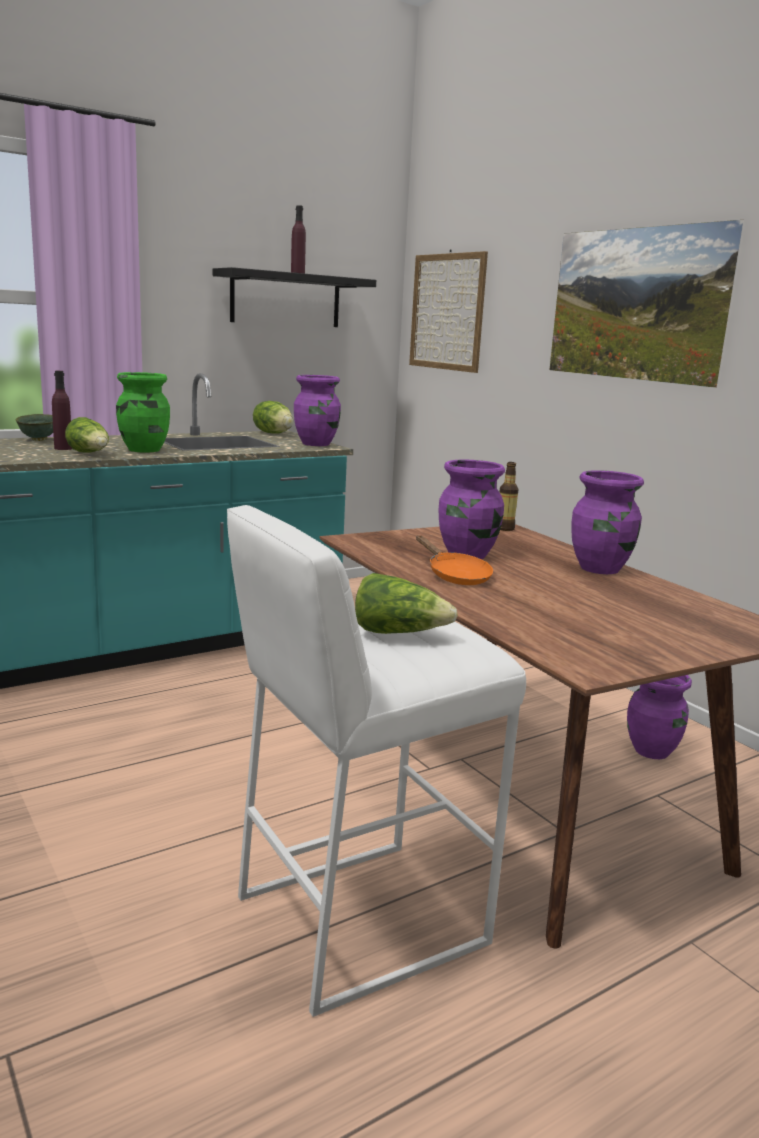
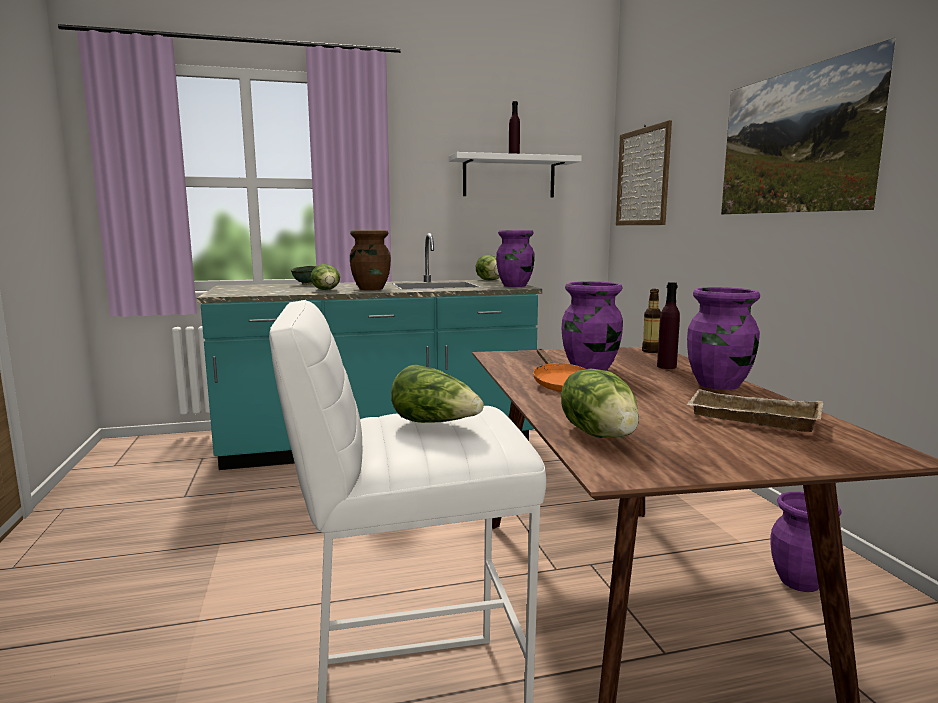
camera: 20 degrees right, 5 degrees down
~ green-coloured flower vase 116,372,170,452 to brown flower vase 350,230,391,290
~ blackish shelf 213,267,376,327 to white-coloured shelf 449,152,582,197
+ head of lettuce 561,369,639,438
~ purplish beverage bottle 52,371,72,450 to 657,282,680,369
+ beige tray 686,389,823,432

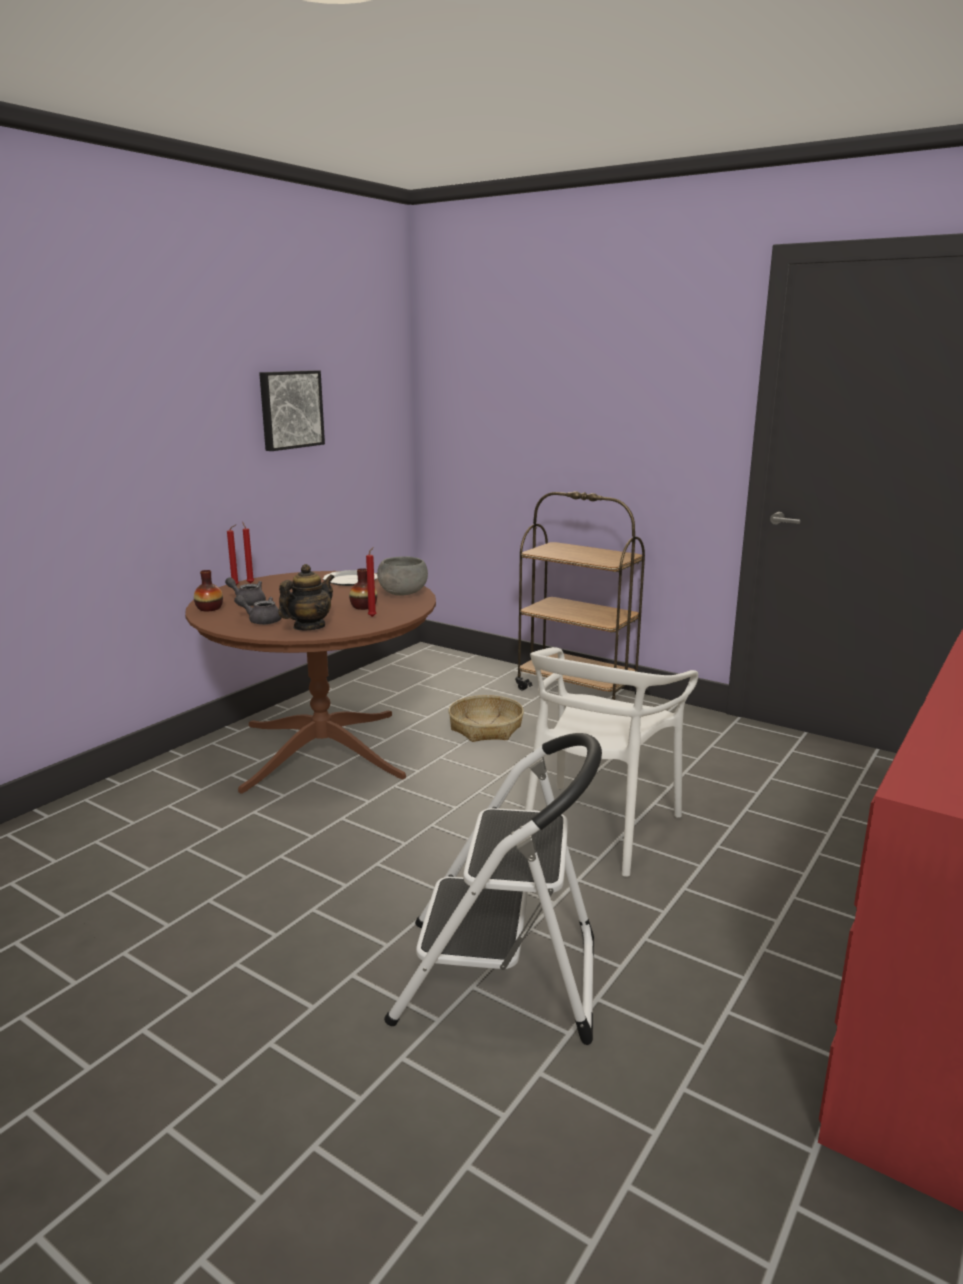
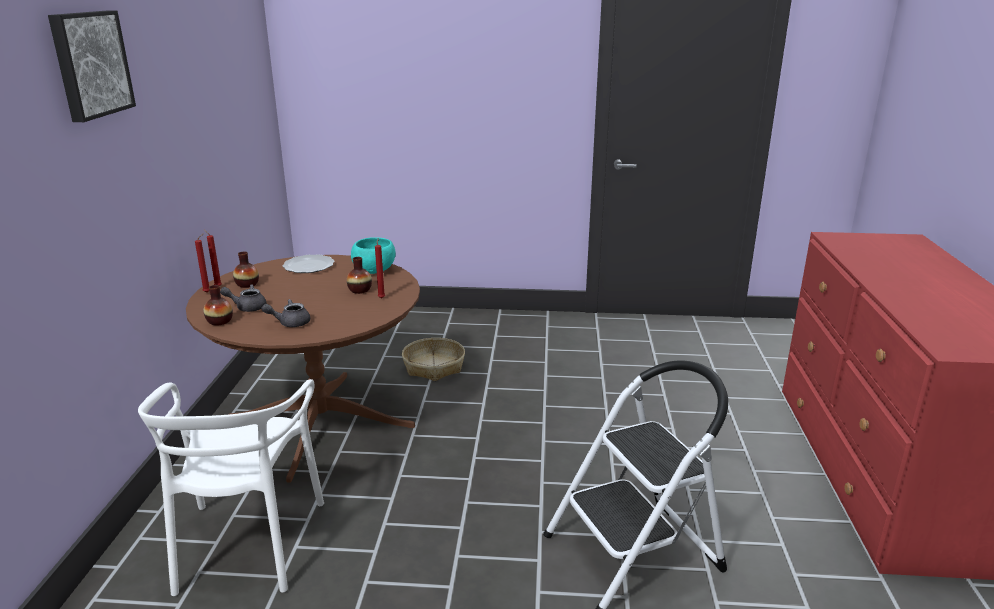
camera: 30 degrees left, 5 degrees up
~ picture 259,370,325,451 to 48,11,136,122
~ white-coloured chair 525,647,698,877 to 138,379,324,596
+ flower vase 233,251,259,288
~ grey serving bowl 377,556,428,596 to turquoise serving bowl 351,237,396,274
- pot for tea 278,564,335,631
- brown wheeled cart 515,491,651,700

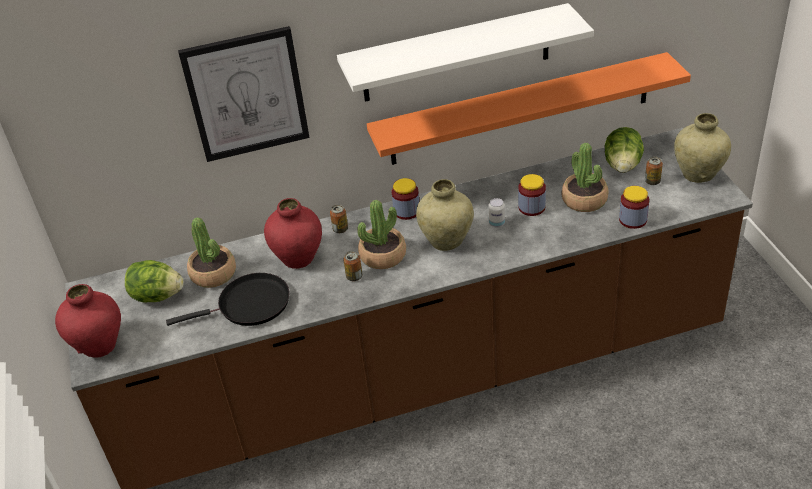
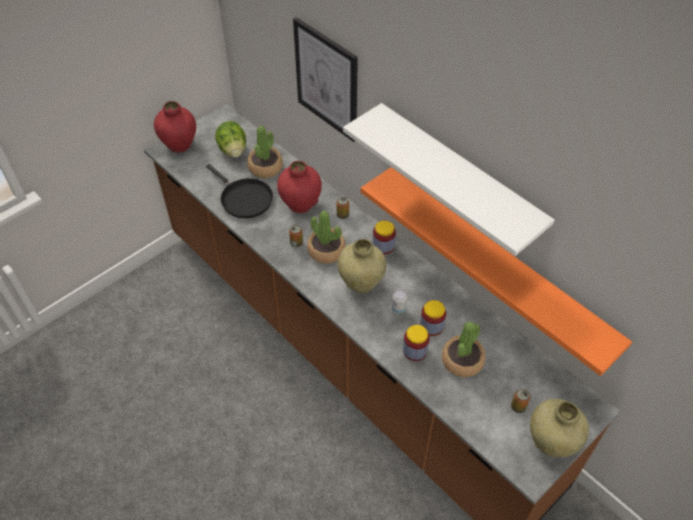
camera: 60 degrees right, 10 degrees up
~ storage jar 619,186,649,229 to 403,325,430,361
- head of lettuce 605,127,644,173

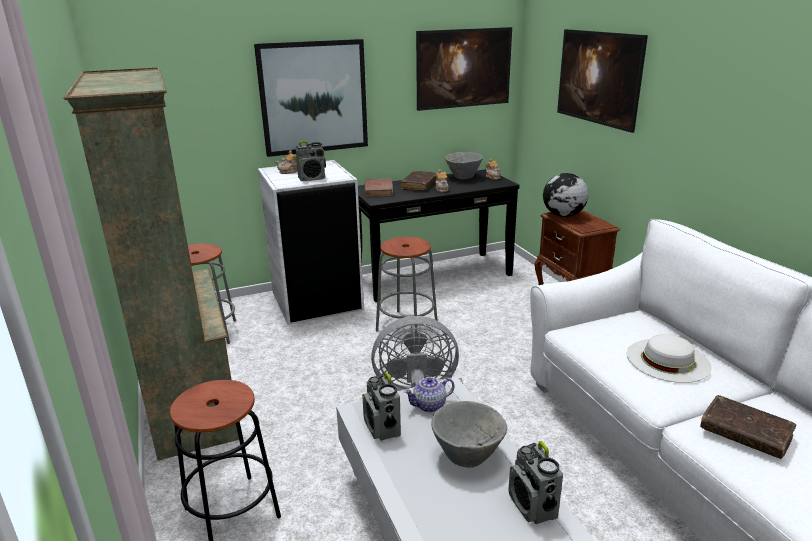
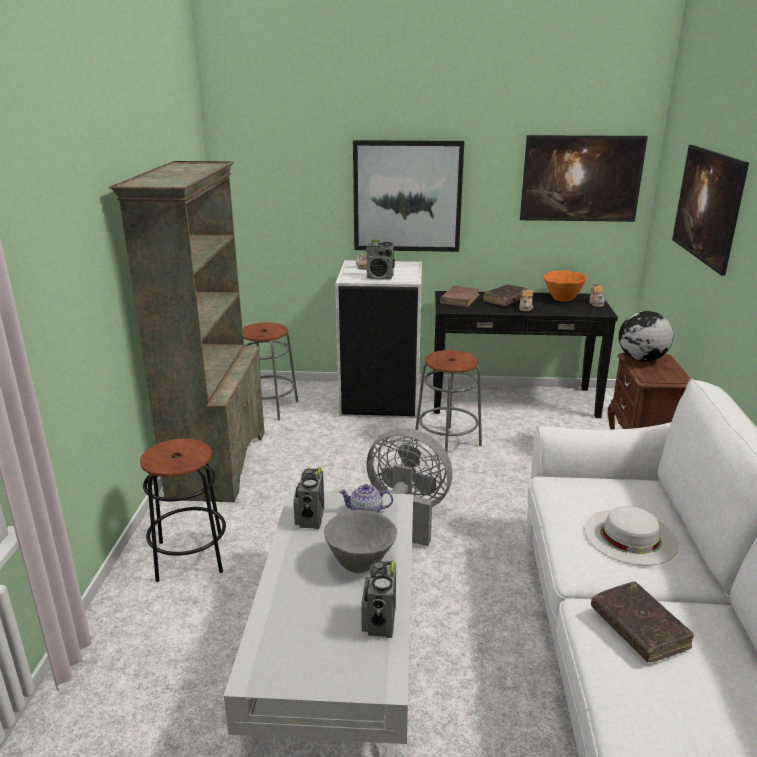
camera: 25 degrees right, 0 degrees up
~ grey serving bowl 445,152,483,180 to orange-coloured serving bowl 543,270,587,302

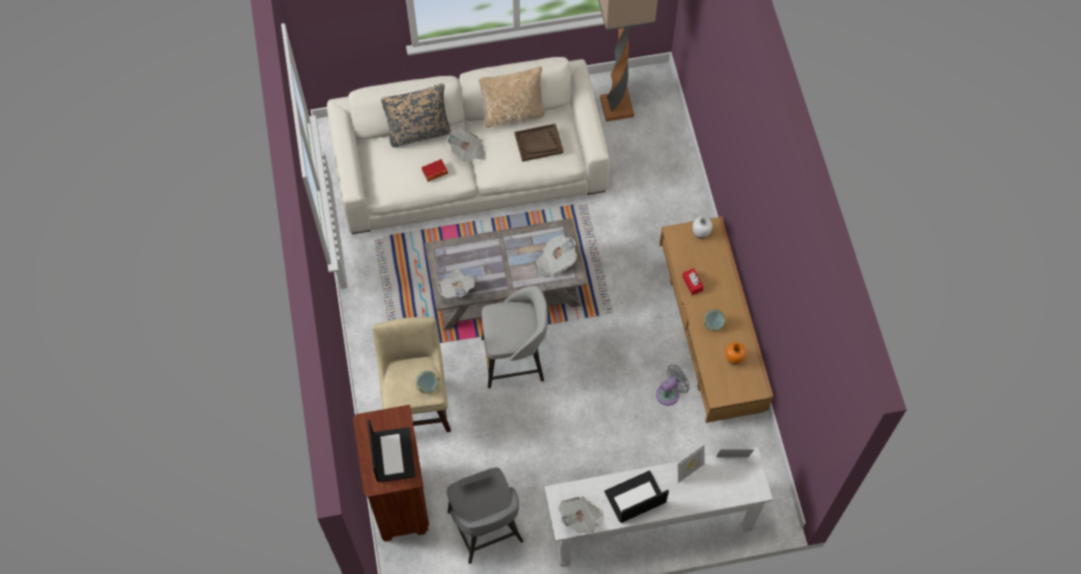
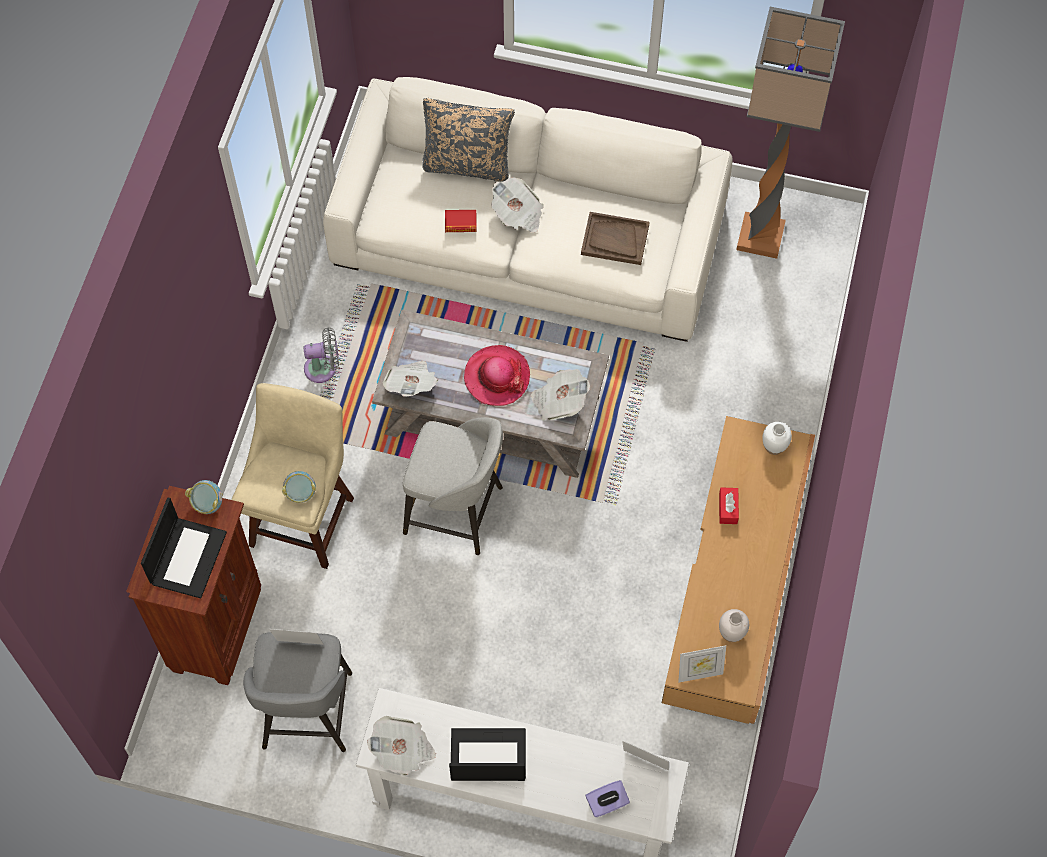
camera: 25 degrees right, 0 degrees up
~ serving bowl 704,310,726,331 to 185,480,223,514
~ grey electric fan 656,364,690,406 to 304,328,339,383
+ hat 464,345,530,406
+ purplish box of tissues 585,780,630,817
~ picture frame 678,445,704,483 to 678,645,726,683
~ orange-coloured flower vase 725,342,746,365 to white-coloured flower vase 719,609,749,642
- beige throw pillow 479,66,545,128

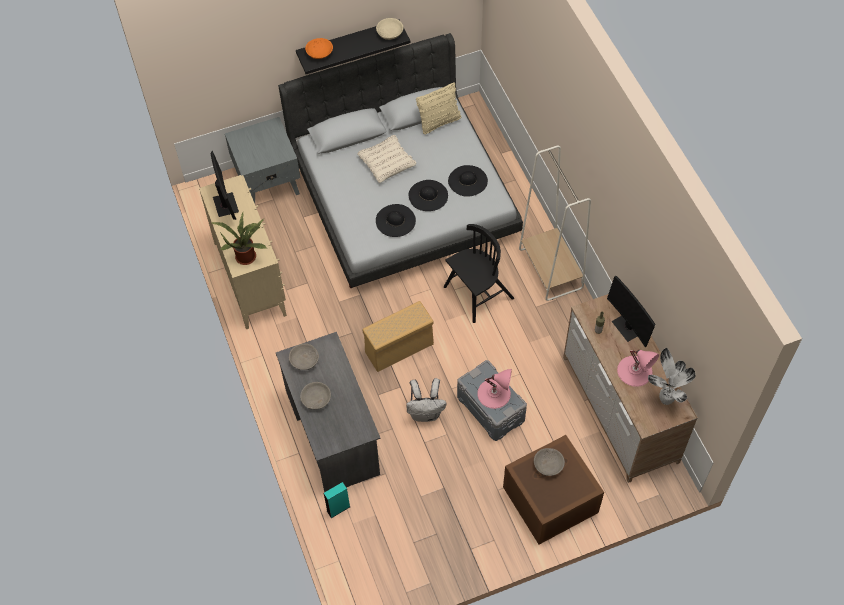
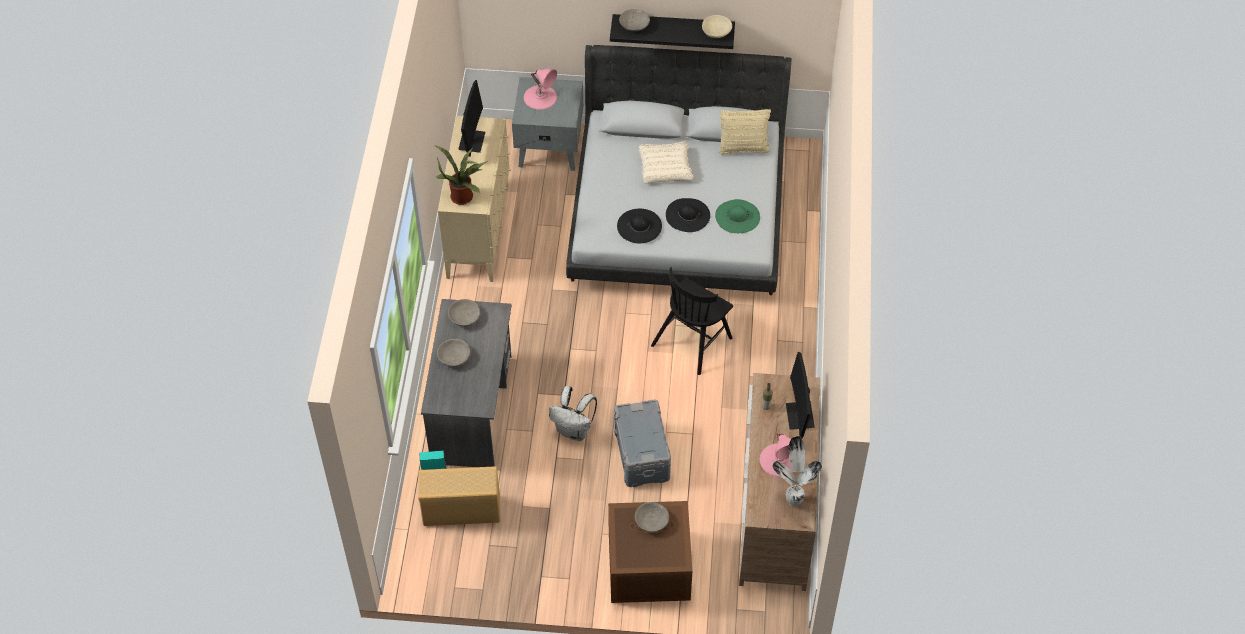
camera: 25 degrees right, 5 degrees down
~ beige storage container 362,301,434,372 to 418,466,500,526
~ pinkish table lamp 477,369,512,409 to 524,68,557,109
~ orange-coloured serving bowl 305,38,333,59 to grey serving bowl 619,9,650,31
~ blackish chair 444,224,514,323 = 651,267,733,375 135 degrees clockwise
~ blackish hat 448,165,488,197 to green-coloured hat 715,199,760,233
- clothes rack 519,145,591,301

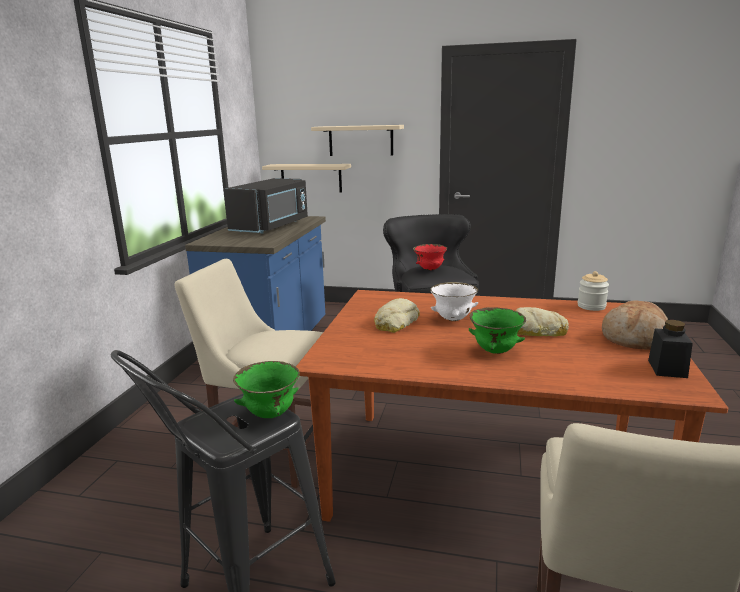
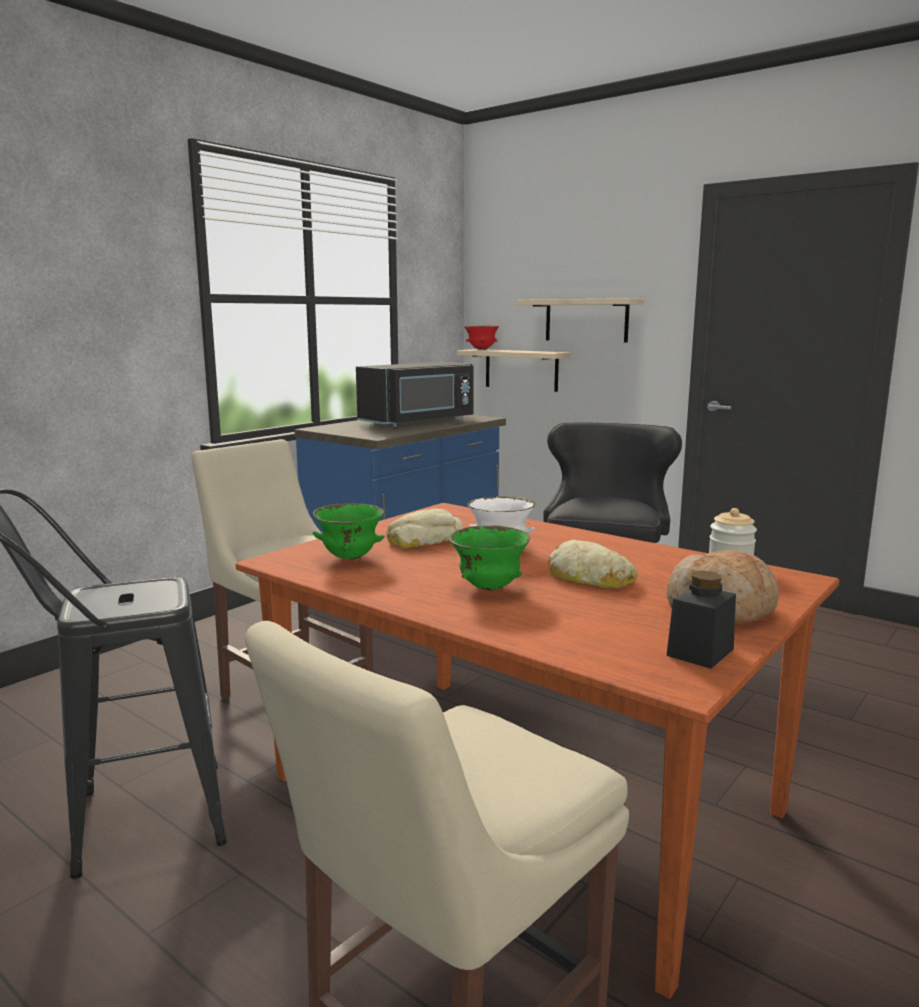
camera: 25 degrees right, 5 degrees down
~ green-coloured serving bowl 233,361,300,418 to 313,503,385,560
~ red-coloured serving bowl 413,244,447,271 to 464,326,499,350

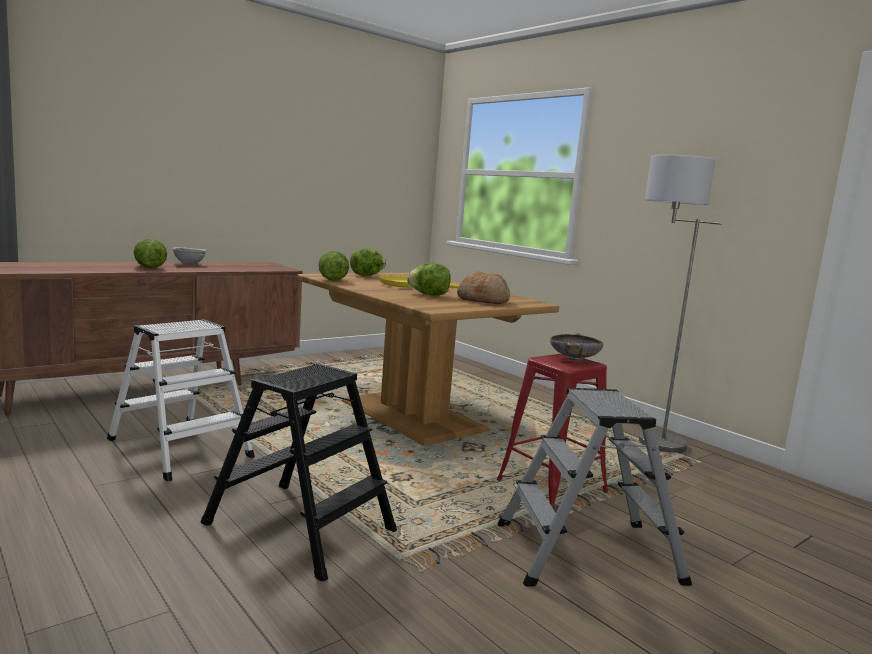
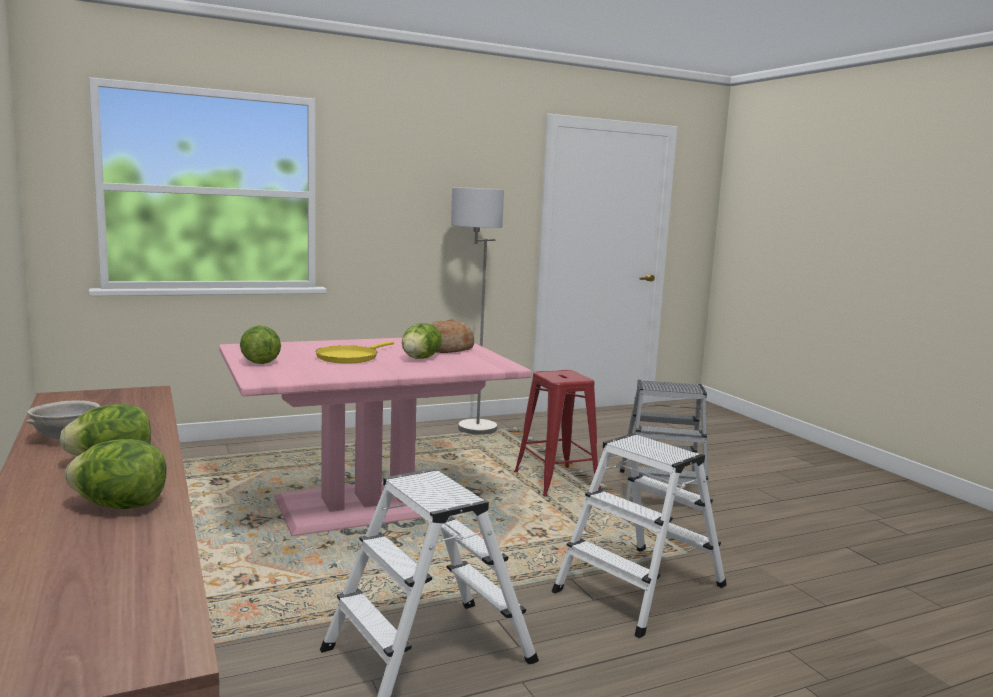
camera: 75 degrees left, 0 degrees up
~ head of lettuce 318,251,349,281 to 65,439,167,509
~ brown kitchen table 297,273,559,446 to pinkish kitchen table 219,338,532,536
~ blackish step stool 200,363,397,582 to white-coloured step stool 552,433,727,638
- grey serving bowl 550,333,603,361

